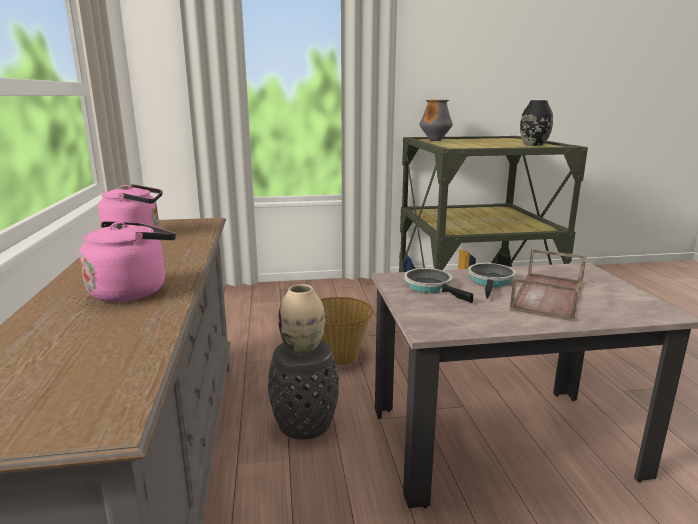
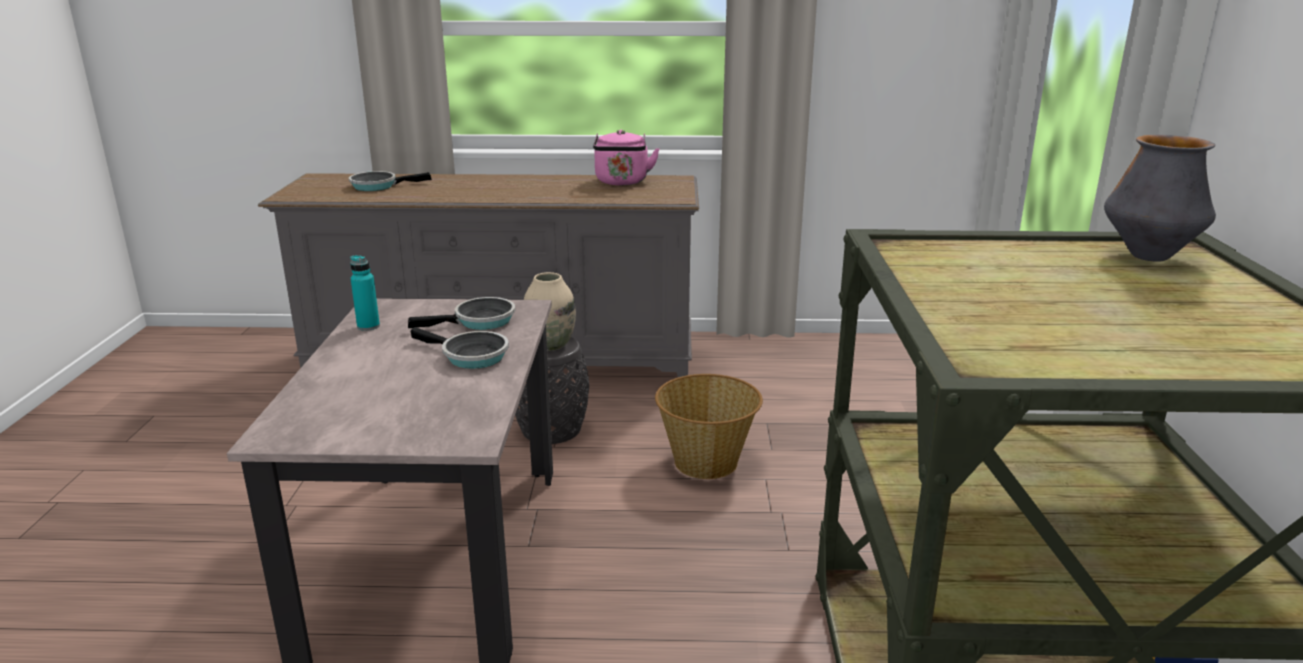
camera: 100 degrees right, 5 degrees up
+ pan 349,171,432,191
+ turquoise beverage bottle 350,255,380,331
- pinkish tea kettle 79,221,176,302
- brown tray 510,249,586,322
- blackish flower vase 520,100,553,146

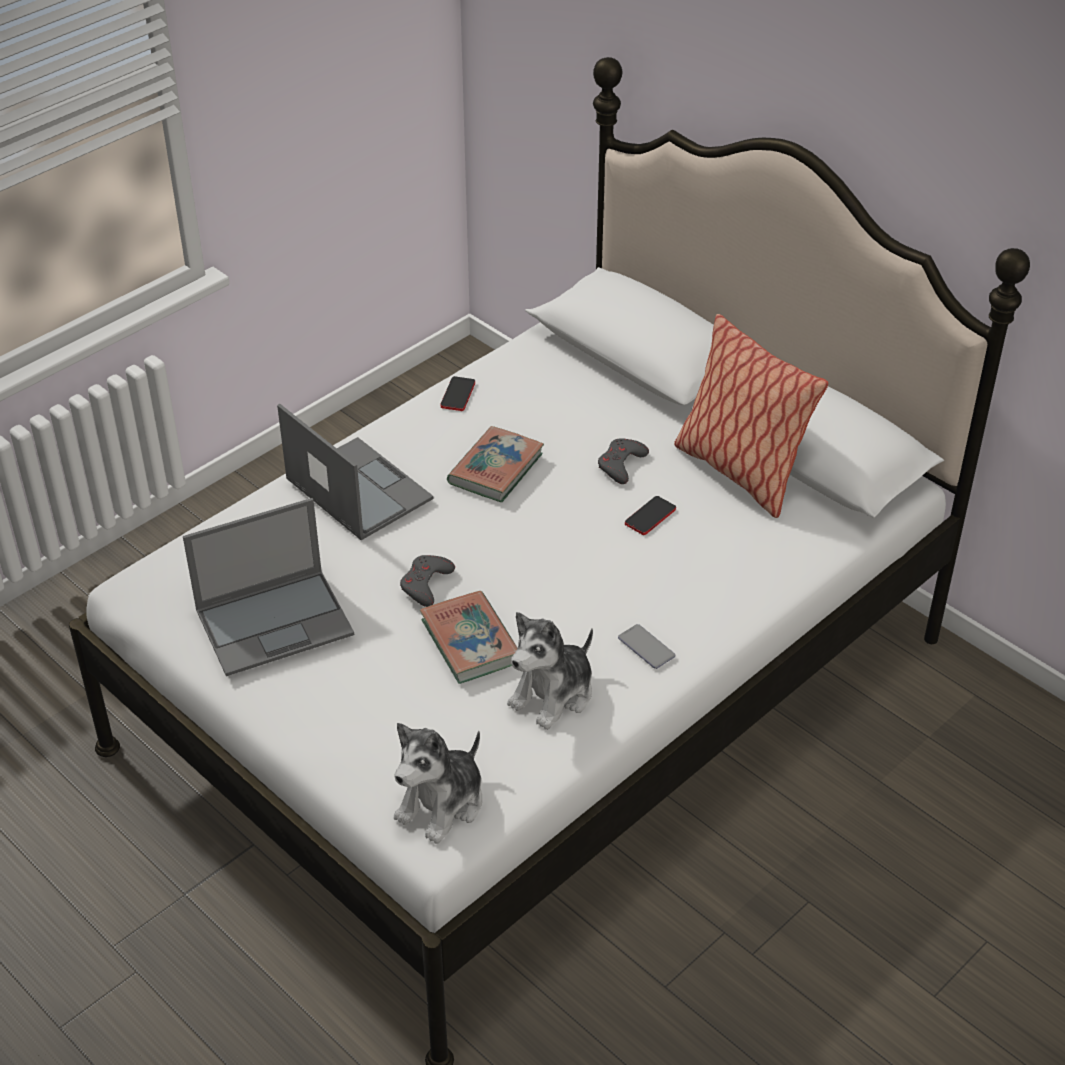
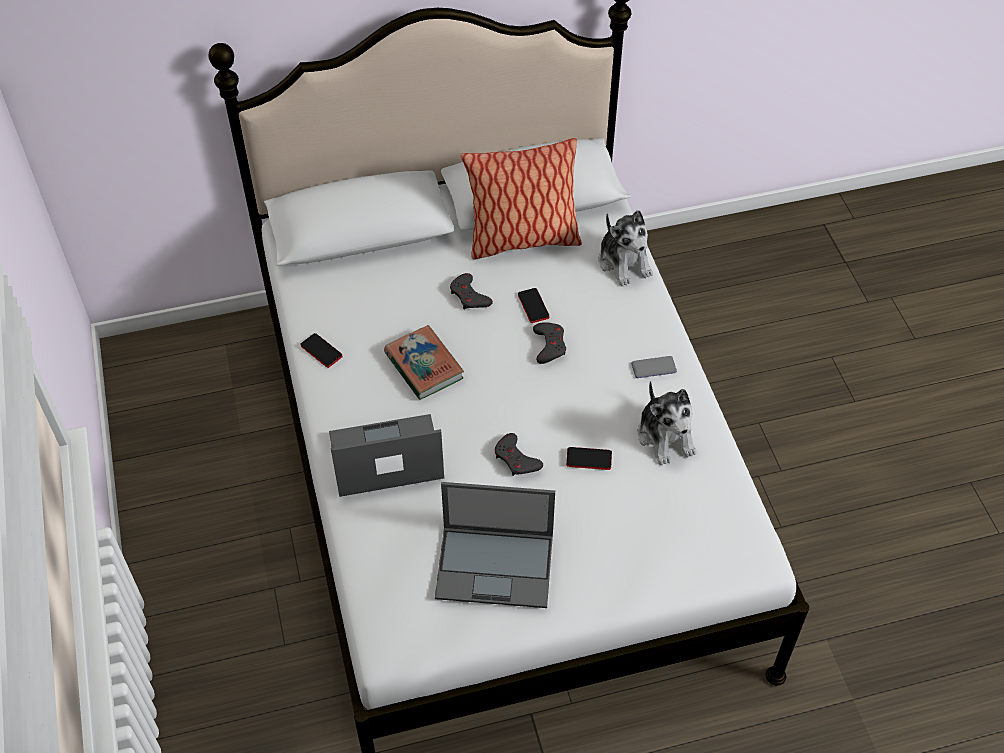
camera: 60 degrees left, 10 degrees up
~ portable computer 183,498,354,676 = 435,482,555,608 90 degrees clockwise
+ grey gamepad 533,322,566,364
~ volume 420,591,518,684 to handset 566,447,612,470
~ soft toy 394,723,482,844 to 598,210,653,286

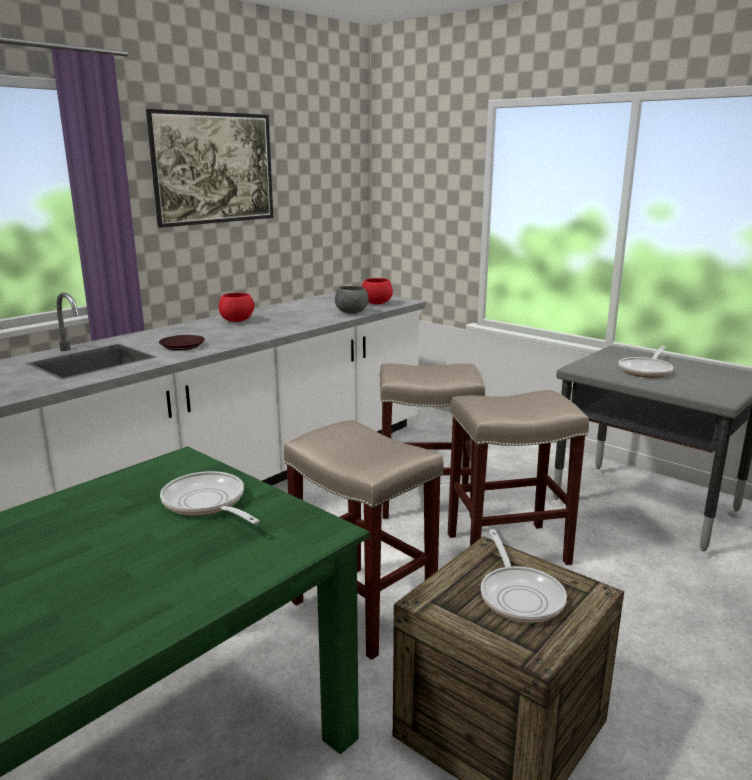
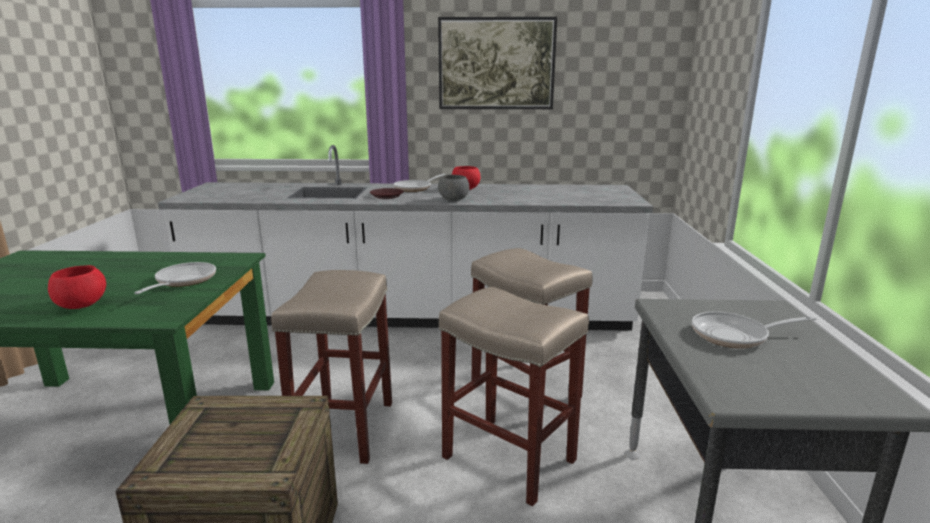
camera: 50 degrees right, 0 degrees up
~ red-coloured serving bowl 361,278,393,305 to 48,265,106,309
~ pan 481,529,567,623 to 394,174,445,192
~ grey serving bowl 335,286,369,314 to 438,175,469,201

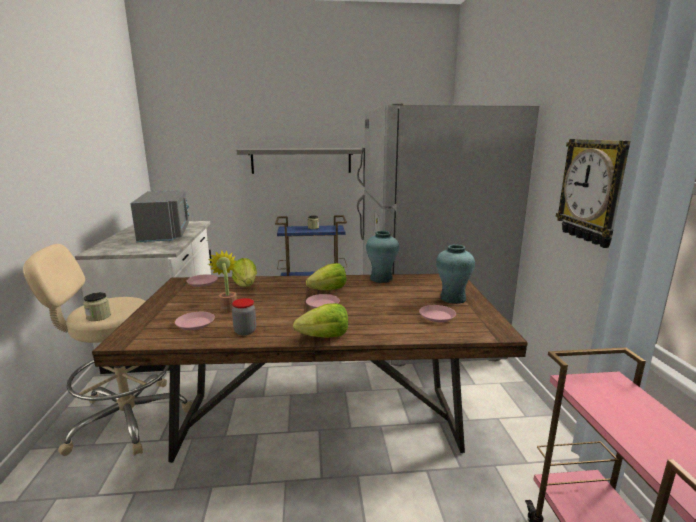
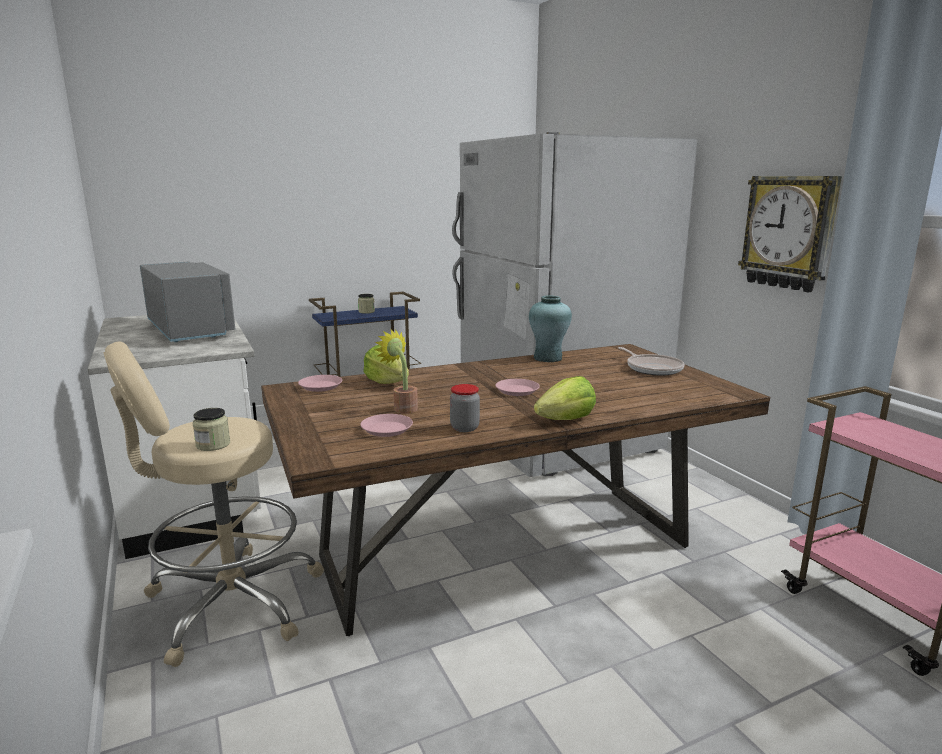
camera: 20 degrees left, 0 degrees up
~ turquoise flower vase 436,244,475,304 to pan 618,347,685,375
- grey shelf 237,148,362,174
- head of lettuce 306,263,346,290
- pinkish dinner plate 419,305,456,322

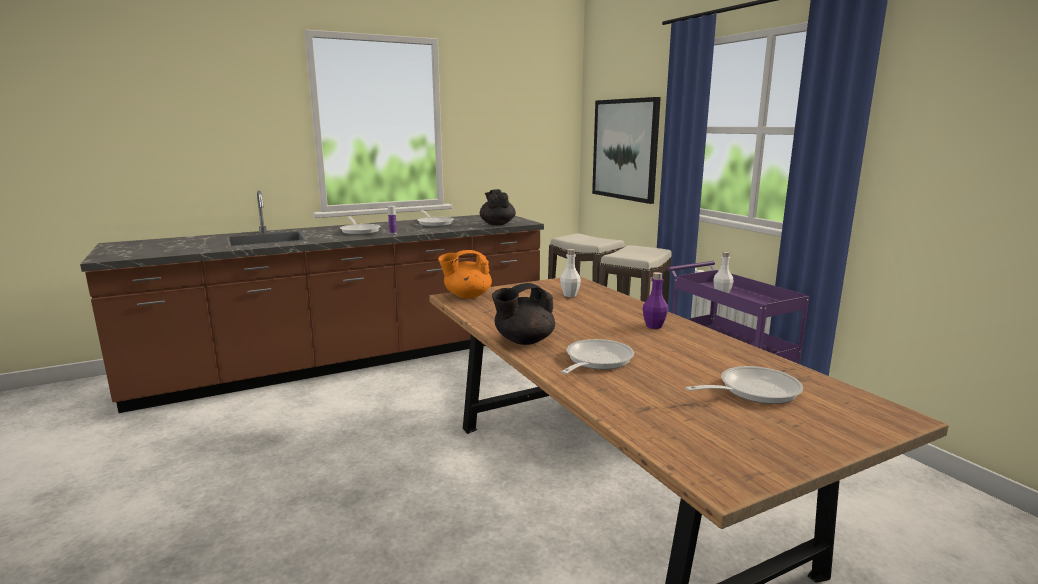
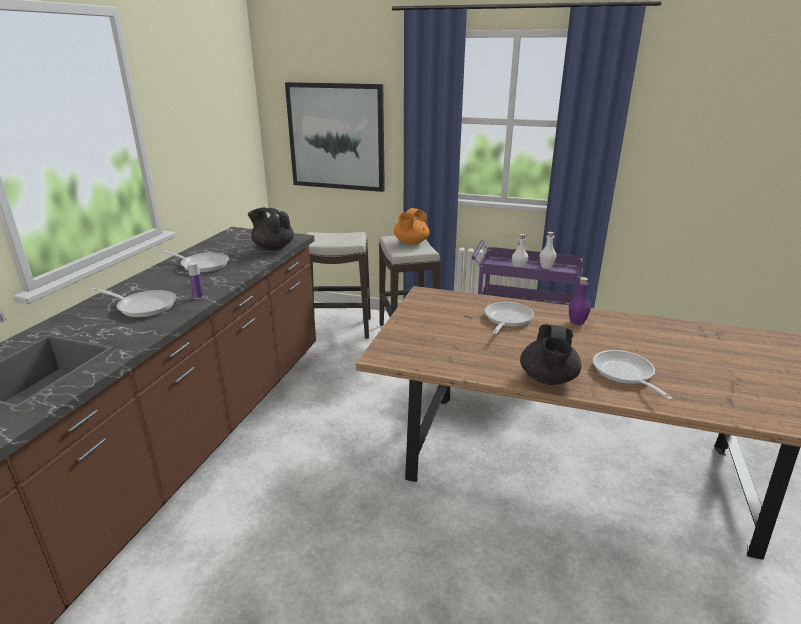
camera: 45 degrees left, 10 degrees up
~ orange-coloured pot for tea 438,250,492,299 to 394,208,430,245
~ pan 685,366,803,404 to 485,302,534,334
~ white-coloured beverage bottle 560,249,581,297 to 539,232,556,269

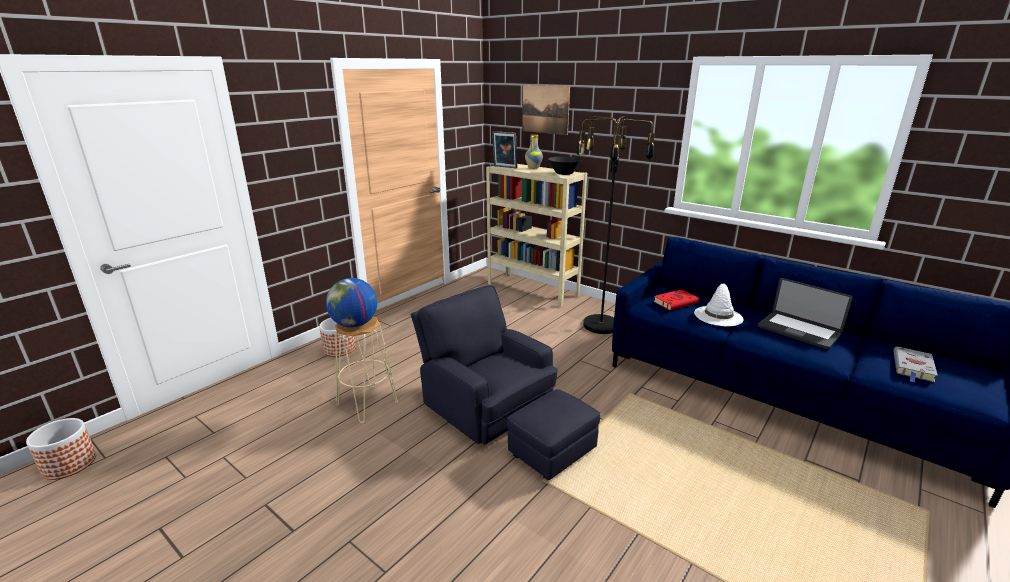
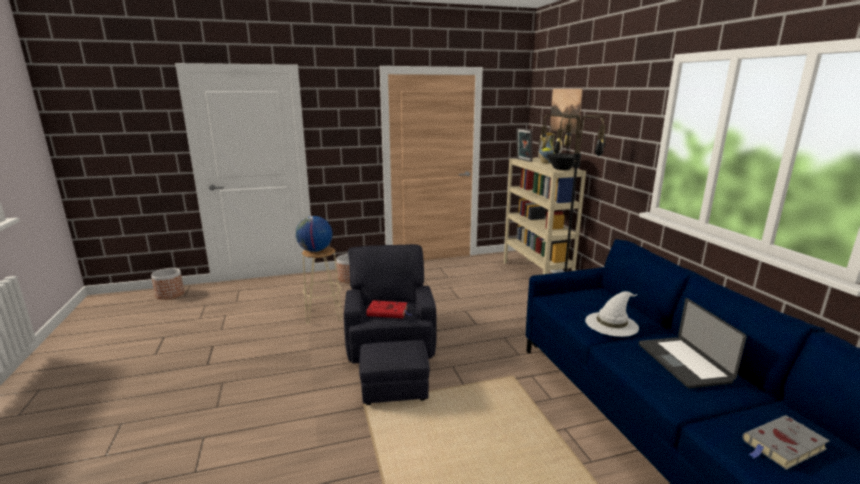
camera: 35 degrees right, 5 degrees down
~ red-coloured volume 653,289,699,310 to 366,300,412,318

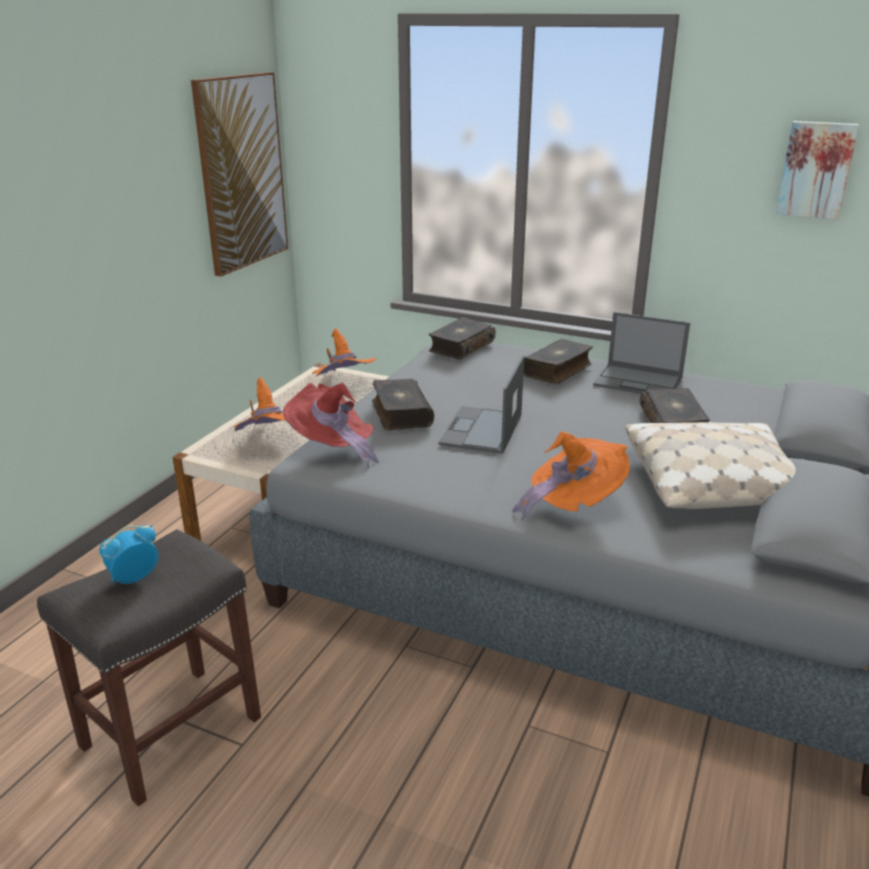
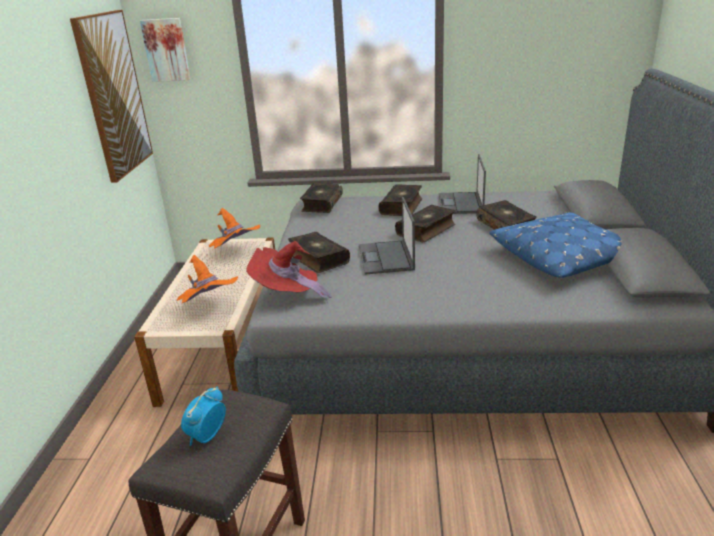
camera: 20 degrees left, 0 degrees up
~ picture 776,121,859,220 to 140,18,191,82
+ volume 395,205,456,242
~ portable computer 593,312,690,394 = 439,154,486,214 90 degrees clockwise
~ beige throw pillow 625,422,796,509 to blue-coloured throw pillow 489,212,622,278
- orange-coloured hat 513,432,630,521

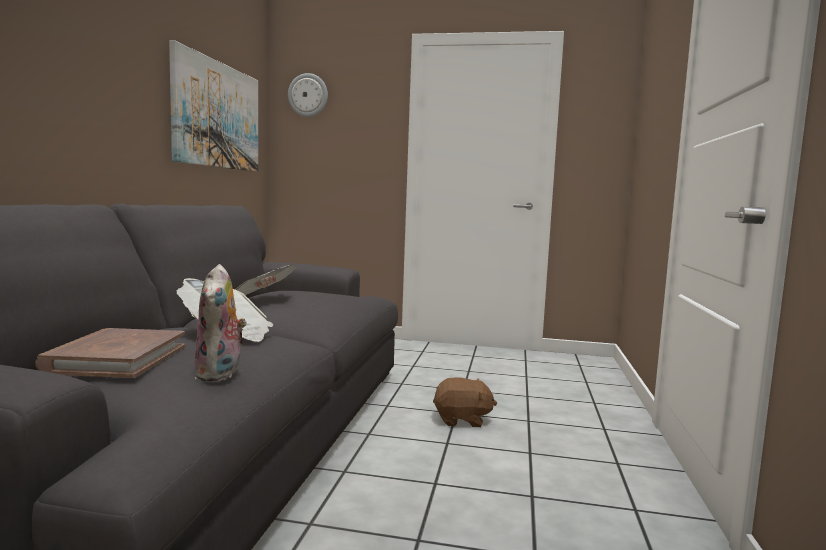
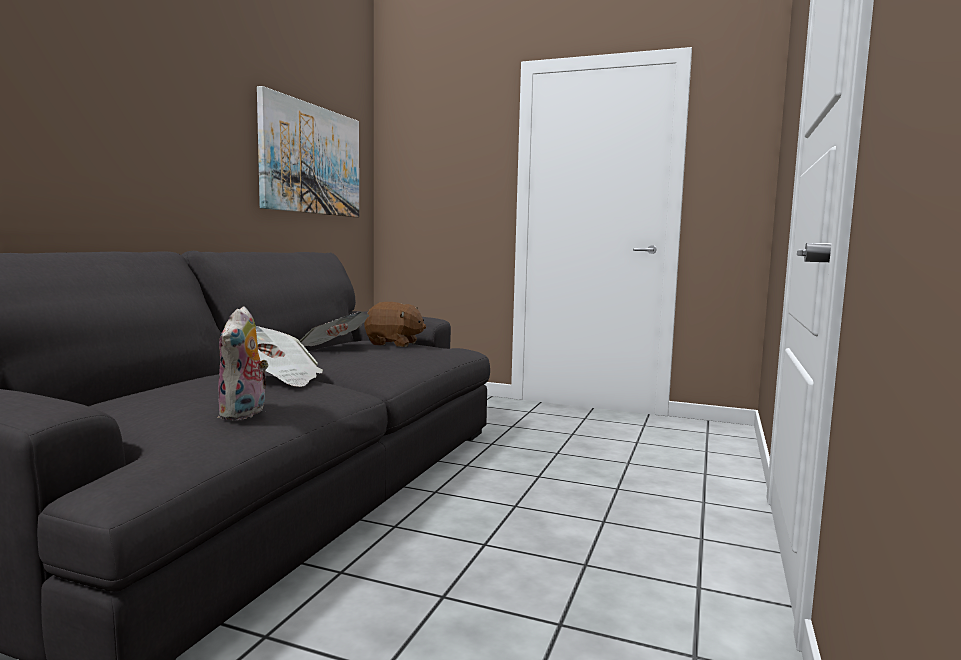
camera: 10 degrees right, 0 degrees up
~ brown soft toy 433,378,497,427 to 364,302,426,347
- brown volume 35,328,185,378
- hanging clock 288,73,328,117

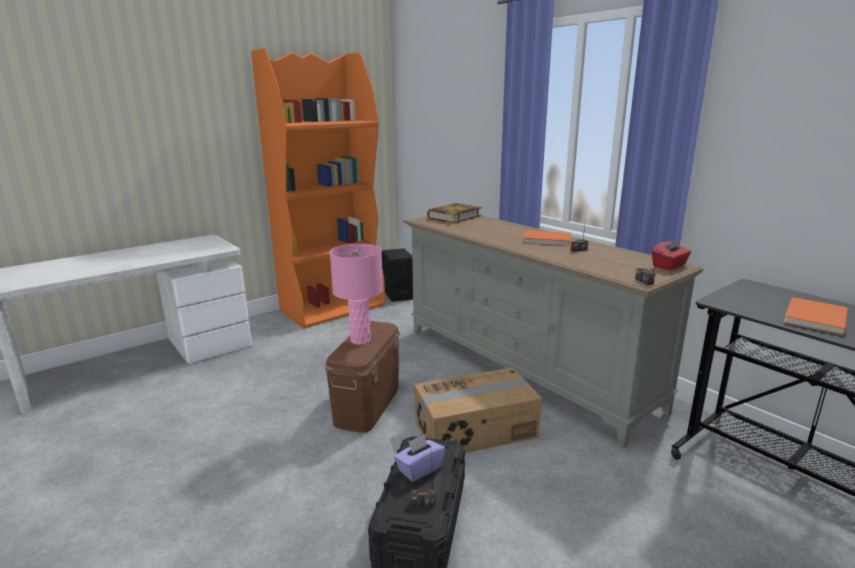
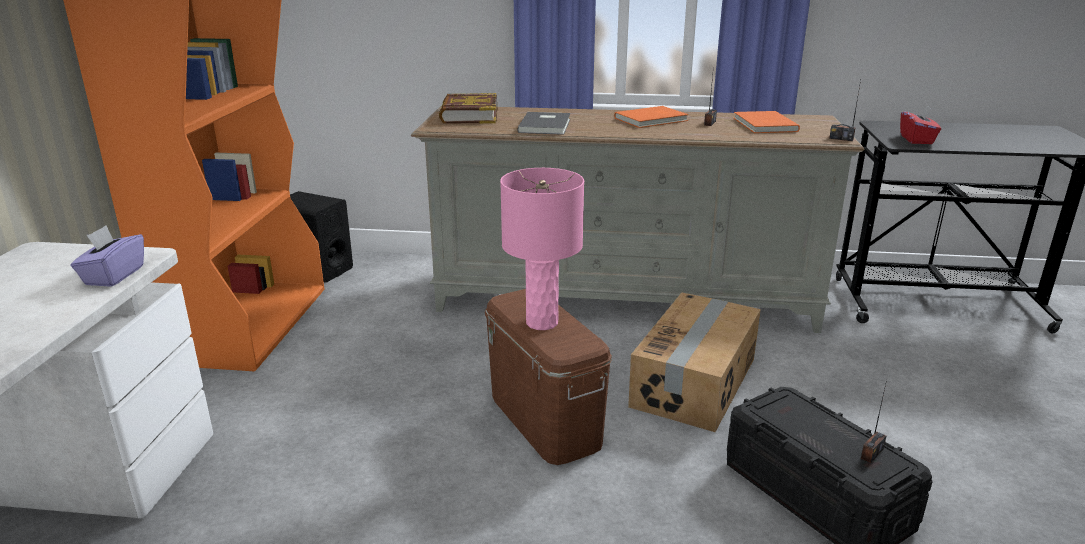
camera: 45 degrees left, 5 degrees up
~ purplish box of tissues 394,434,445,482 to 71,225,144,287
+ grey volume 517,112,570,135
~ orange-coloured volume 783,297,848,335 to 734,111,800,133
~ red-coloured box of tissues 652,238,691,270 to 900,105,941,144

